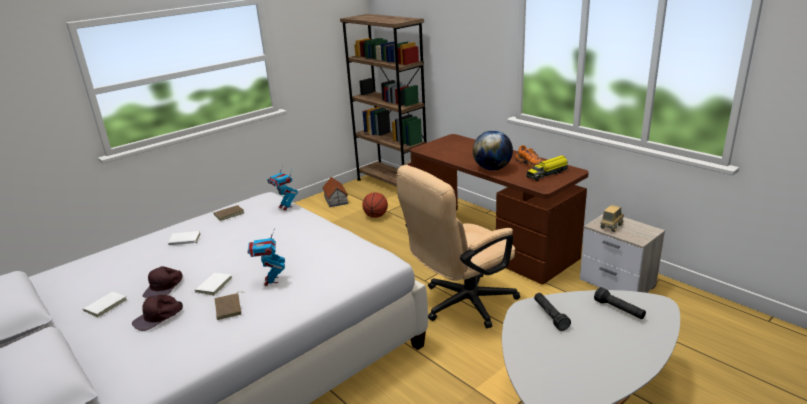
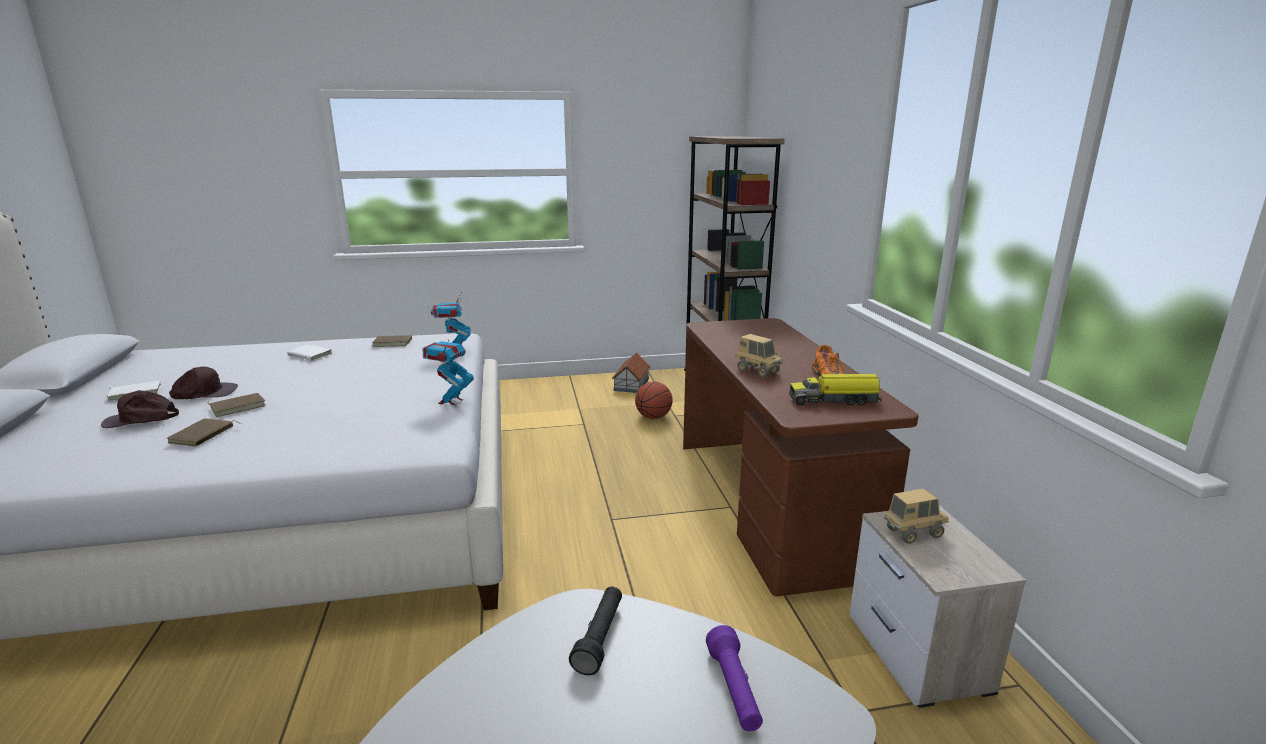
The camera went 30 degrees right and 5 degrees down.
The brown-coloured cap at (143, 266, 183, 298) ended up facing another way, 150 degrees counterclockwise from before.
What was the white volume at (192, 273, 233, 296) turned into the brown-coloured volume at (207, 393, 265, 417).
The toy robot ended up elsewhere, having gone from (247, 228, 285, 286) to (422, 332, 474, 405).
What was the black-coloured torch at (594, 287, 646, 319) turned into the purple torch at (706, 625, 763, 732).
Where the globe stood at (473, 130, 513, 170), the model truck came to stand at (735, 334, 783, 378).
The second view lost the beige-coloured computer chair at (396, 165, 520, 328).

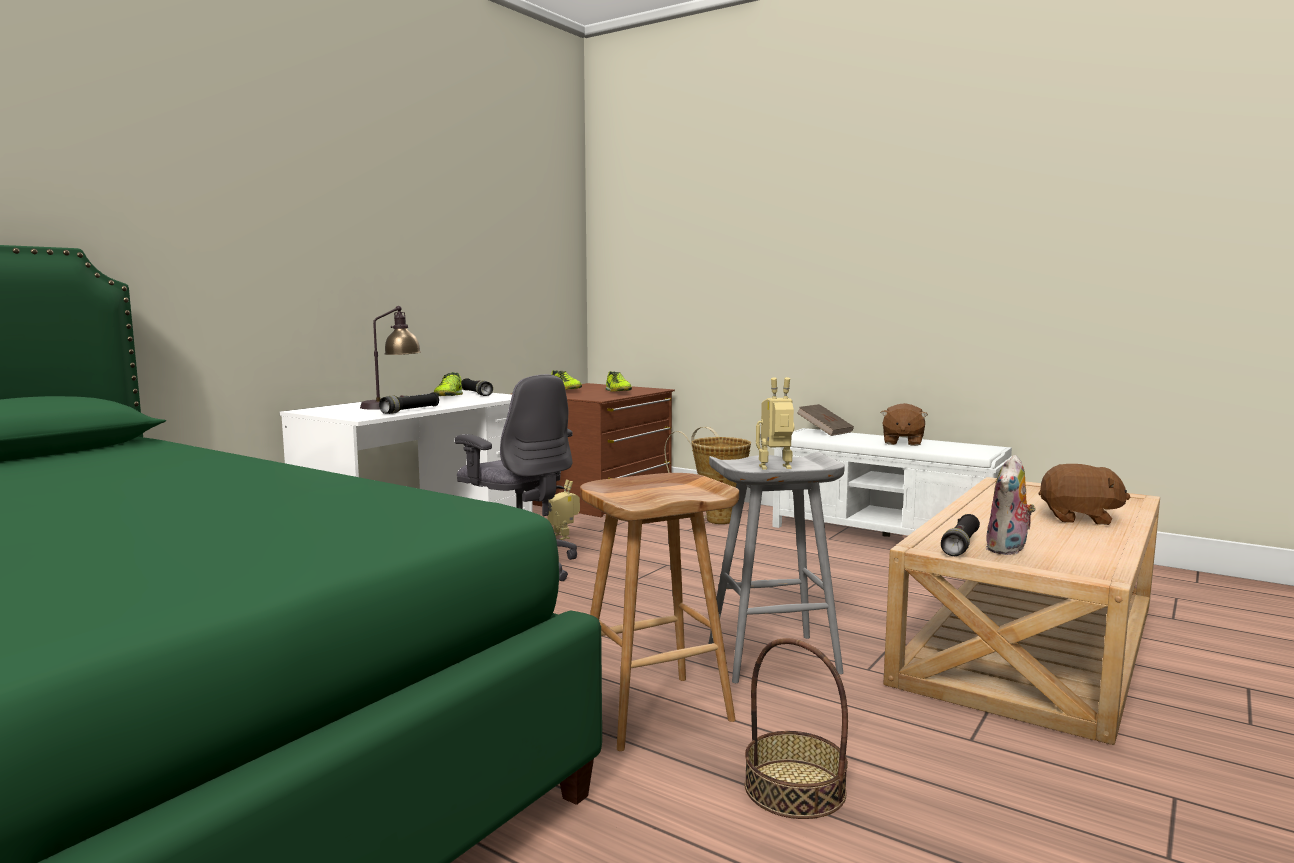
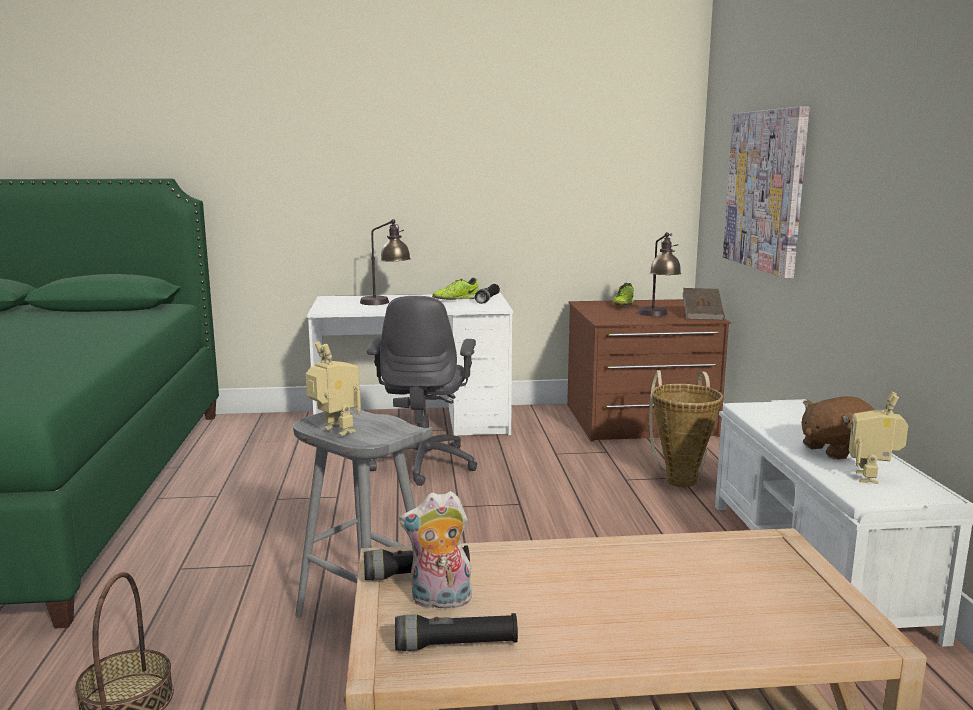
The camera went 50 degrees right and 5 degrees up.
The black-coloured torch ended up elsewhere, having gone from (379, 392, 439, 414) to (395, 613, 518, 651).
Where the item of footwear stood at (606, 371, 632, 392), the lamp for a table came to stand at (638, 232, 681, 316).
The brown-coloured volume ended up elsewhere, having gone from (797, 404, 854, 436) to (682, 288, 725, 320).
The second view gained the wall art at (723, 106, 809, 278).
The toy robot ended up elsewhere, having gone from (547, 480, 580, 540) to (849, 392, 908, 484).
The second view lost the brown-coloured sitting stool at (580, 473, 739, 751).
The second view lost the brown-coloured soft toy at (1039, 464, 1130, 525).

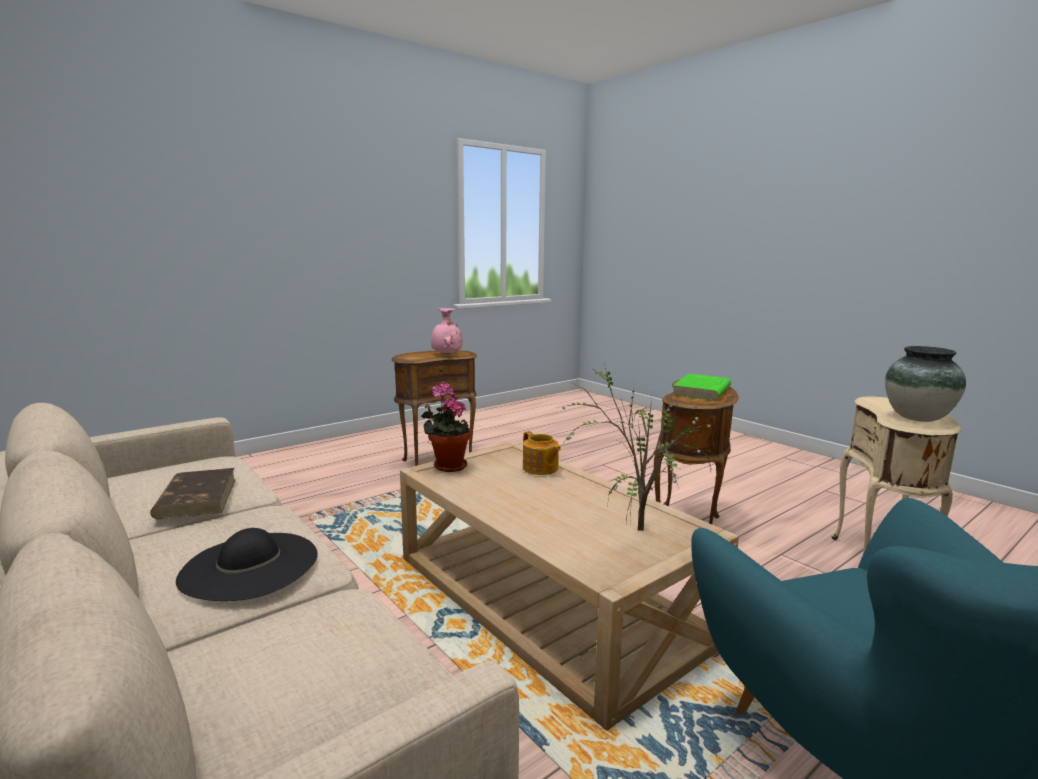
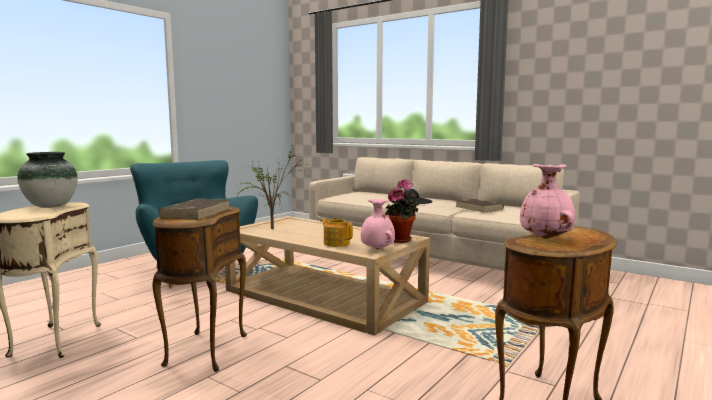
The camera went 165 degrees right and 5 degrees down.
What was the greenish volume at (673, 374, 731, 401) turned into the brown-coloured volume at (158, 199, 229, 220).
The second view gained the pink-coloured flower vase at (361, 199, 395, 249).

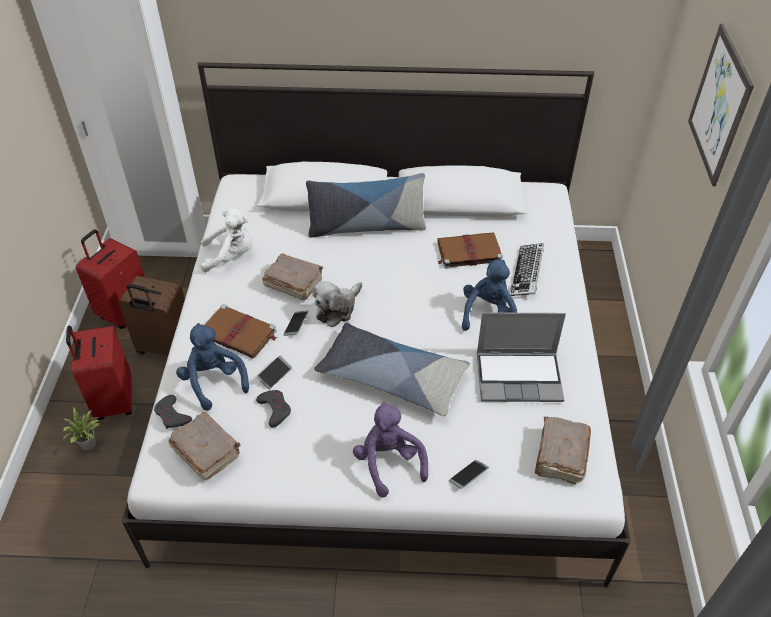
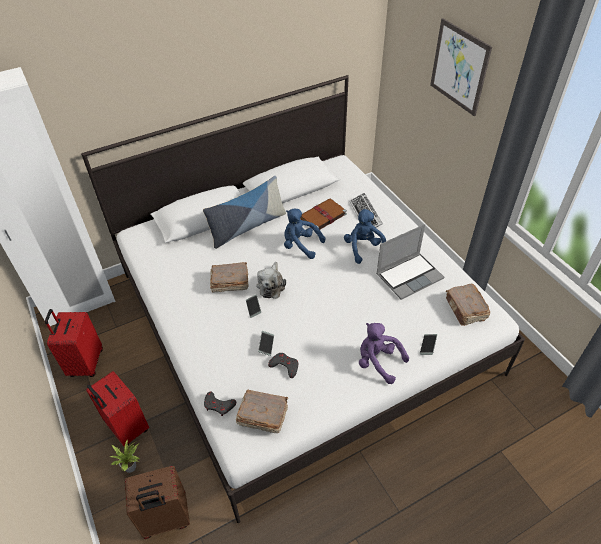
The camera went 30 degrees left and 0 degrees up.
The brown-coloured suitcase ended up elsewhere, having gone from (118, 276, 185, 357) to (125, 466, 190, 539).
The bluish soft toy ended up elsewhere, having gone from (176, 323, 249, 411) to (284, 208, 325, 259).
The second view lost the white soft toy at (200, 208, 252, 272).
The second view lost the brown-coloured volume at (205, 304, 277, 358).
The second view lost the throw pillow at (314, 323, 470, 416).

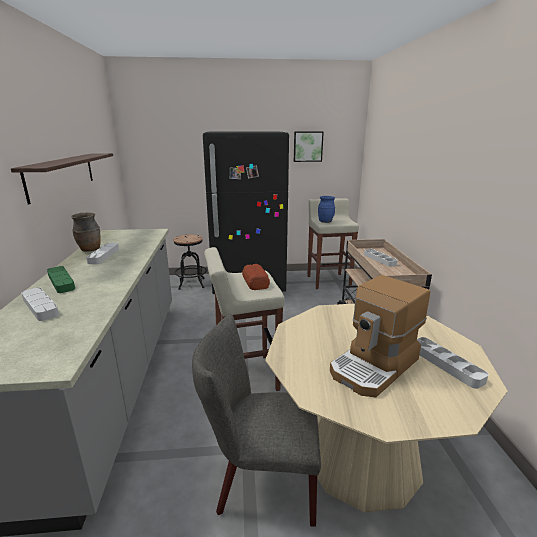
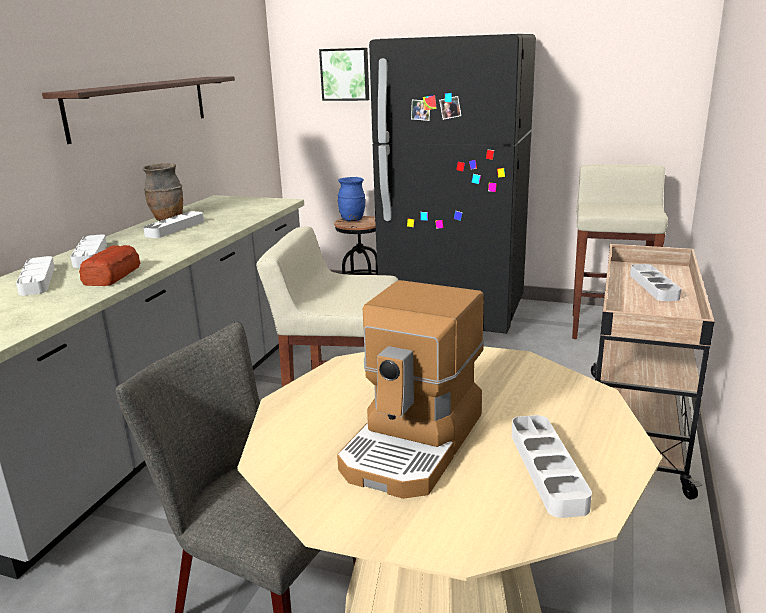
The camera went 25 degrees right and 0 degrees up.
What was the greenish tray at (47, 266, 75, 293) turned into the grey tray at (70, 234, 107, 268).
The baked bread ended up elsewhere, having gone from (242, 264, 270, 290) to (79, 245, 140, 286).
The wall art ended up elsewhere, having gone from (294, 131, 324, 162) to (319, 48, 369, 101).
The coffee brewer at (330, 275, 430, 397) ended up facing another way, 45 degrees counterclockwise from before.
The bluish flower vase ended up elsewhere, having gone from (318, 196, 335, 223) to (338, 177, 365, 221).

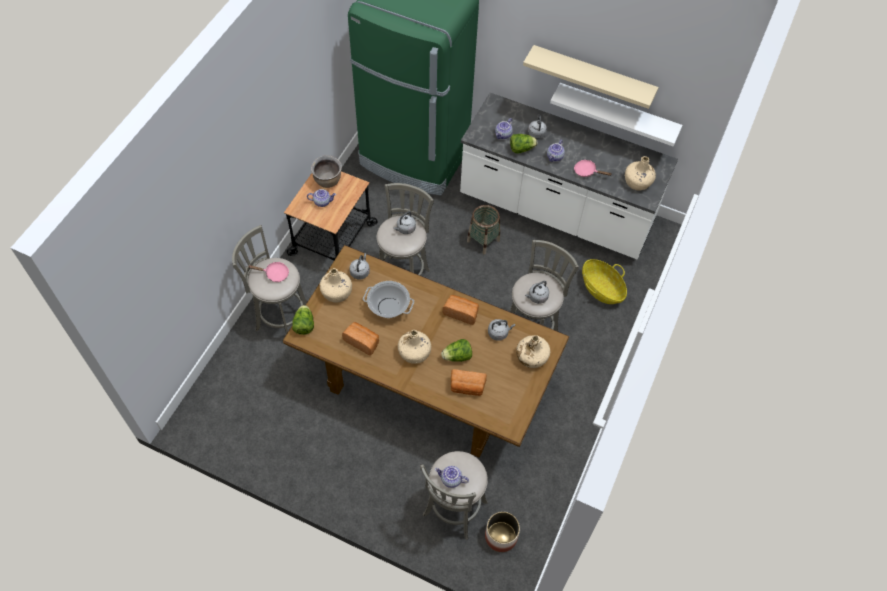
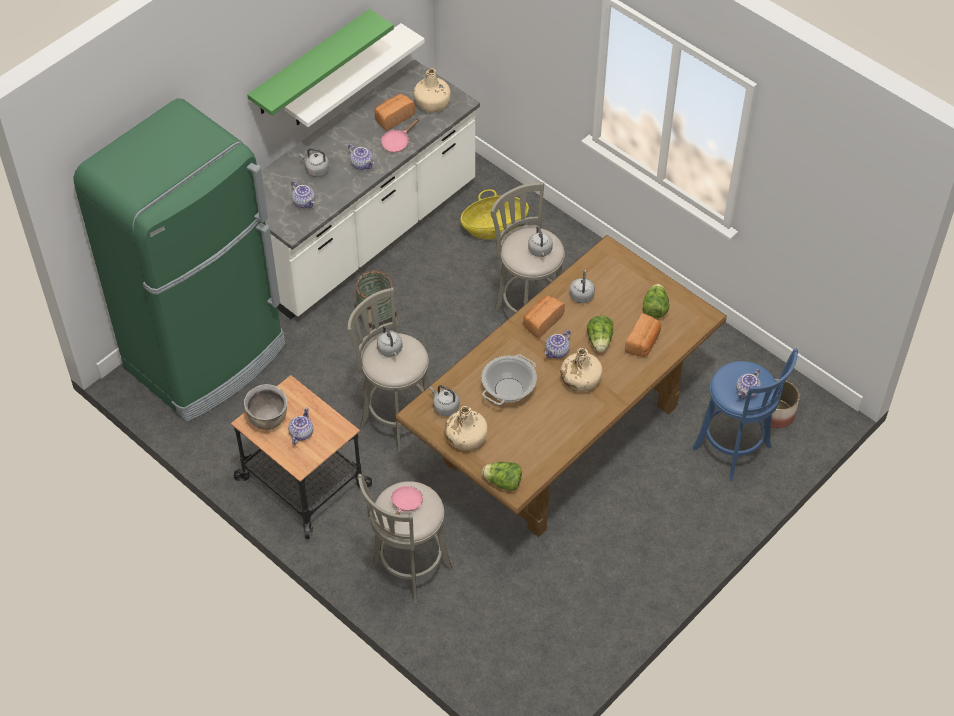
The camera went 70 degrees left and 5 degrees down.
What was the beige-coloured shelf at (523, 45, 659, 109) turned into the greenish shelf at (247, 9, 394, 116).
The baked bread ended up elsewhere, having gone from (342, 322, 379, 356) to (374, 94, 415, 131).
The second view gained the pot for tea at (545, 330, 571, 359).
The head of lettuce ended up elsewhere, having gone from (510, 134, 537, 153) to (642, 284, 669, 319).
What was the grey sitting stool at (420, 451, 488, 540) turned into the bluish sitting stool at (692, 348, 798, 481).
The second view lost the beige-coloured drink bottle at (516, 335, 550, 368).

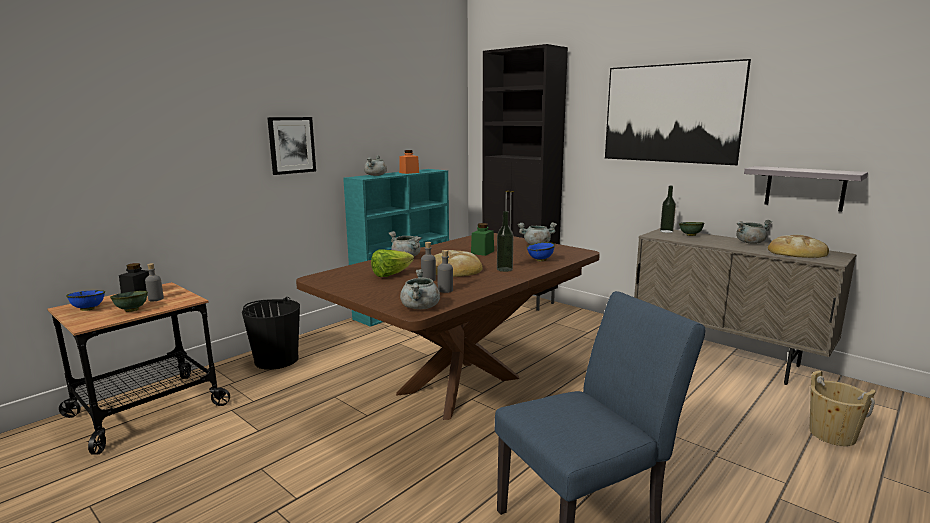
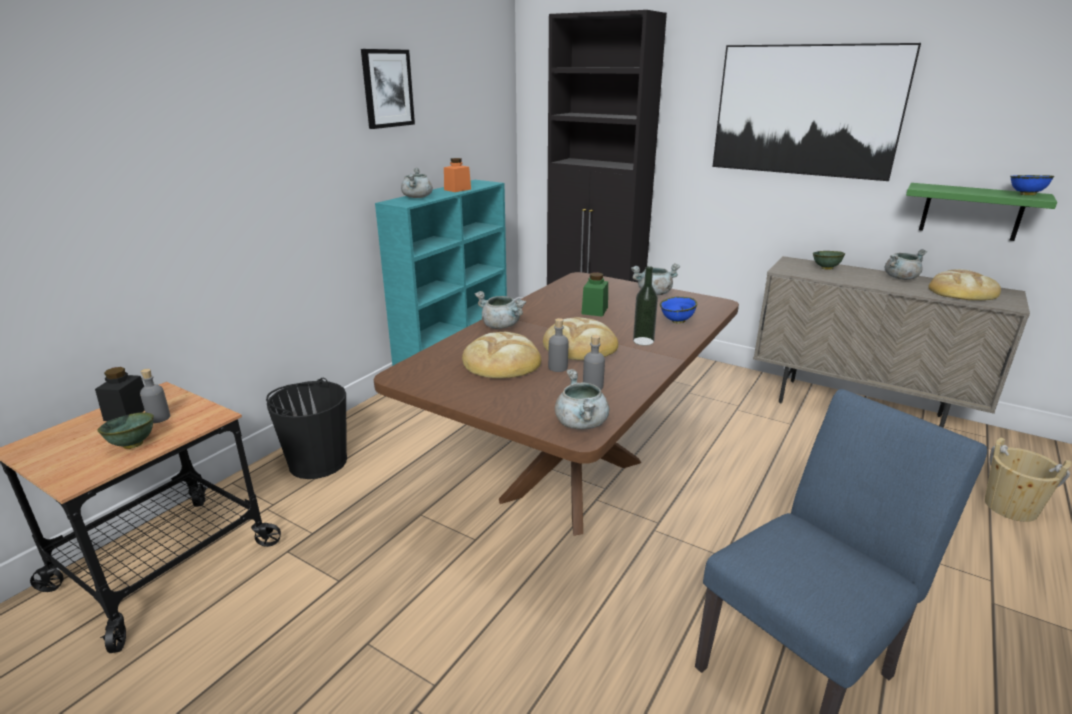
The camera went 10 degrees left and 10 degrees up.
The wall art ended up elsewhere, having gone from (267, 117, 316, 175) to (361, 49, 415, 129).
Where the head of lettuce stood at (371, 249, 414, 277), the baked bread came to stand at (462, 332, 541, 378).
What was the grey shelf at (744, 166, 868, 212) turned into the greenish shelf at (906, 183, 1057, 241).
The bluish deep dish ended up elsewhere, having gone from (66, 290, 105, 311) to (1010, 175, 1054, 195).
The second view lost the drink bottle at (660, 186, 676, 233).

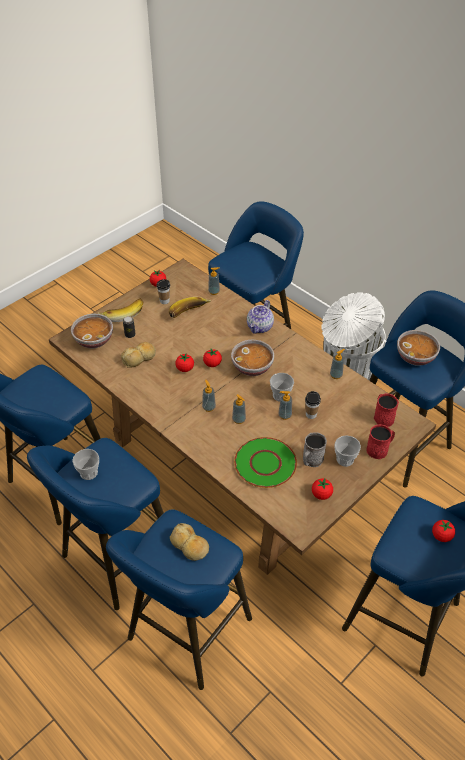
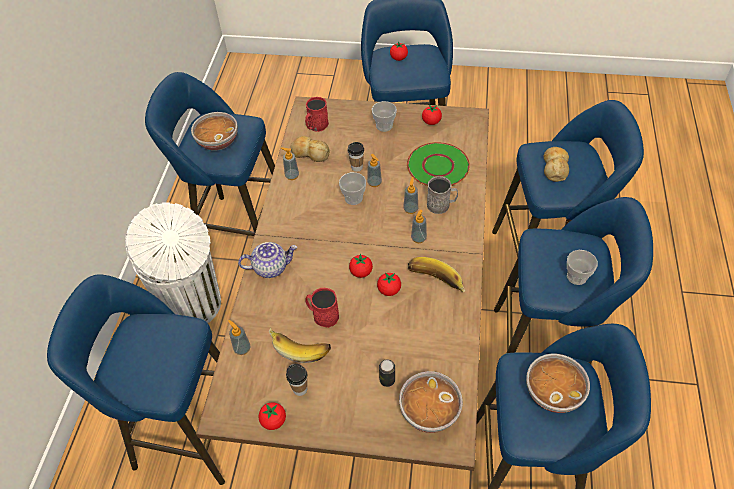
The camera went 125 degrees left and 5 degrees up.
The baked bread ended up elsewhere, having gone from (121, 342, 156, 368) to (291, 136, 330, 162).
The red-coloured tea mug ended up elsewhere, having gone from (366, 424, 395, 459) to (305, 288, 339, 328).
The banana ended up elsewhere, having gone from (98, 298, 143, 322) to (408, 257, 466, 293).
The grey tea mug ended up elsewhere, having gone from (303, 432, 327, 467) to (427, 176, 458, 214).
The deep dish ended up elsewhere, having gone from (231, 340, 274, 376) to (526, 354, 590, 413).

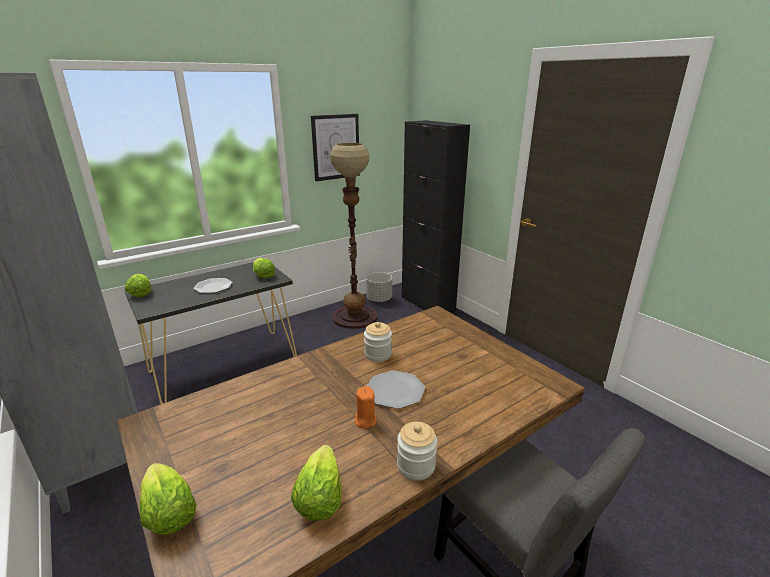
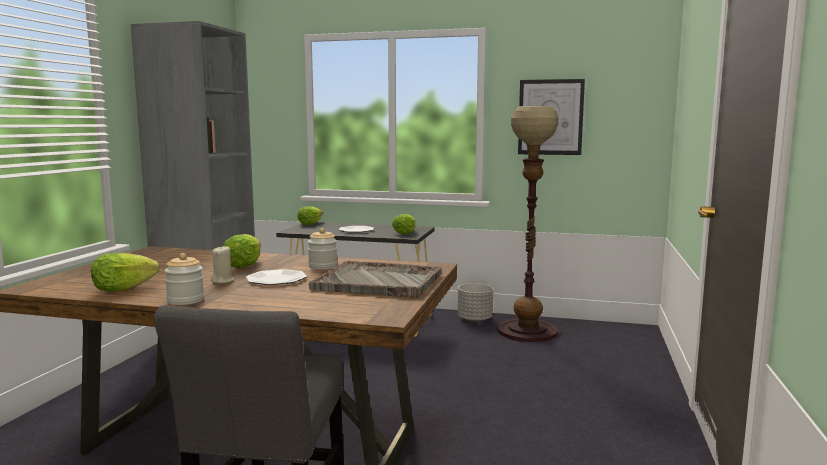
The camera went 50 degrees right and 15 degrees down.
What was the orangey wax light at (355, 386, 376, 429) turned into the beige-coloured wax light at (211, 246, 234, 284).
The head of lettuce ended up elsewhere, having gone from (140, 463, 197, 535) to (224, 234, 261, 268).
The second view gained the grey tray at (309, 261, 442, 298).
The grey planter ended up elsewhere, having gone from (366, 272, 392, 302) to (458, 283, 493, 322).
The second view lost the black-coloured cupboard at (402, 120, 470, 313).

